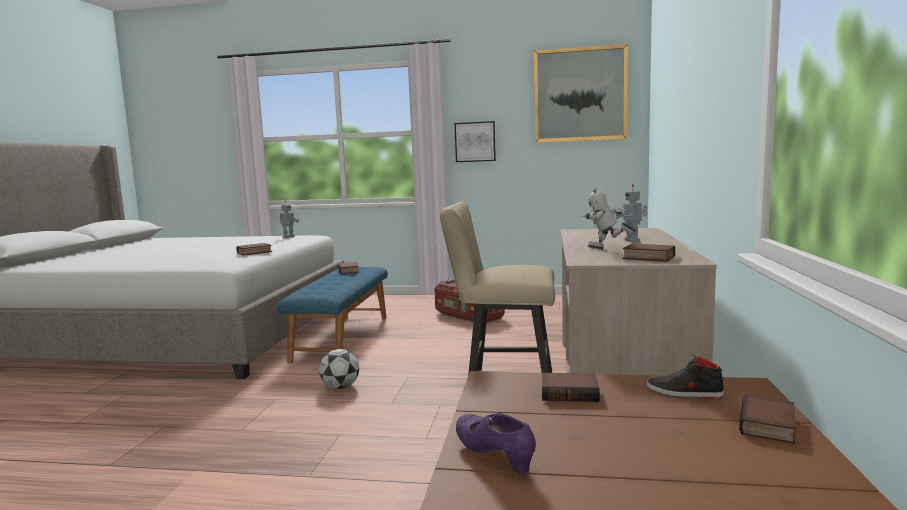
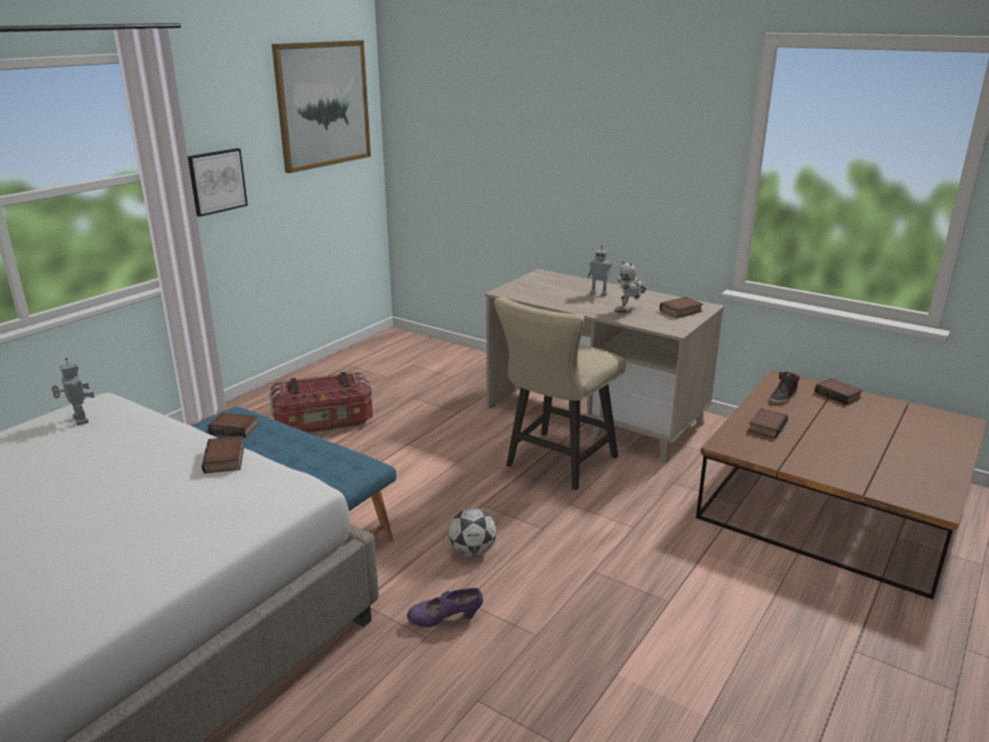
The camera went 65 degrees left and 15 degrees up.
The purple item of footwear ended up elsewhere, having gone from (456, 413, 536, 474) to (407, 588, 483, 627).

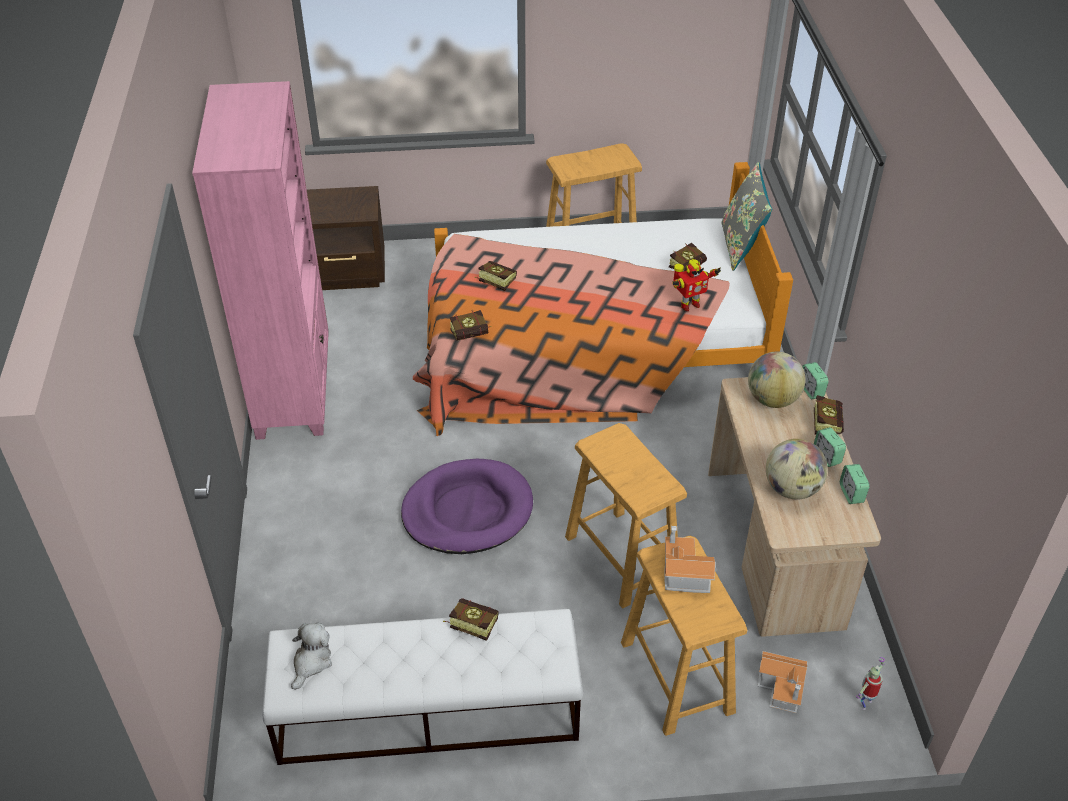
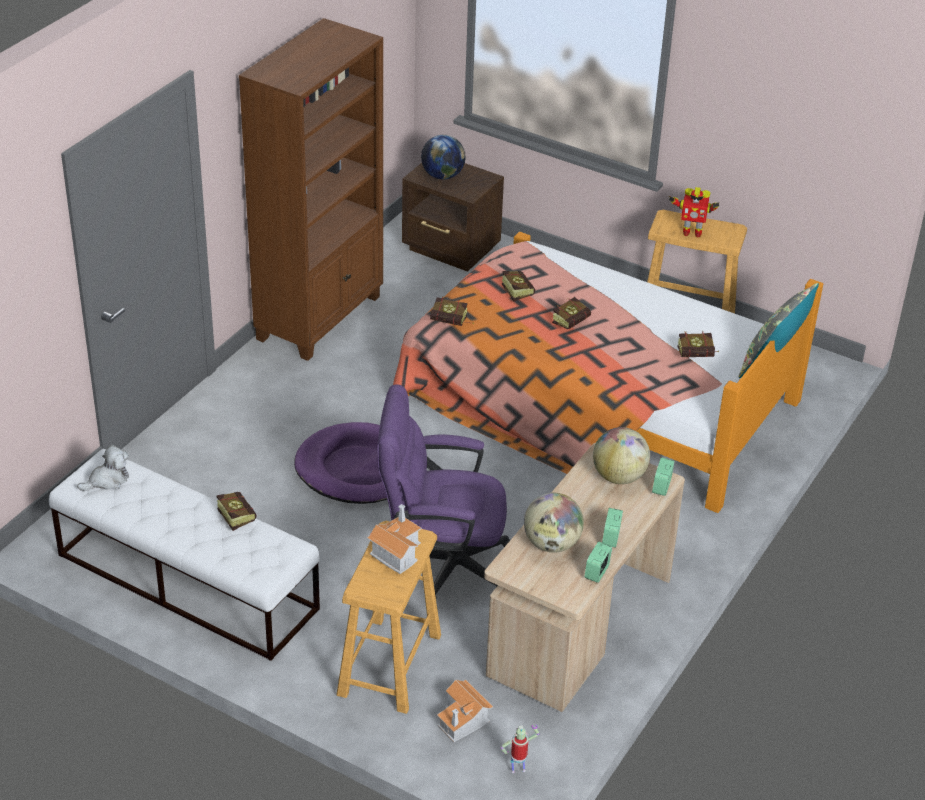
The camera went 35 degrees right and 5 degrees down.
What was the pink-coloured bookcase at (192, 81, 329, 440) turned into the brown-coloured bookcase at (239, 18, 383, 361).
Where the beige-coloured sitting stool stood at (565, 423, 687, 608), the purple computer chair came to stand at (377, 384, 510, 595).
The second view gained the globe at (421, 135, 466, 180).
The volume ended up elsewhere, having gone from (814, 395, 844, 434) to (552, 297, 591, 329).
The toy robot ended up elsewhere, having gone from (672, 259, 721, 311) to (669, 187, 719, 238).

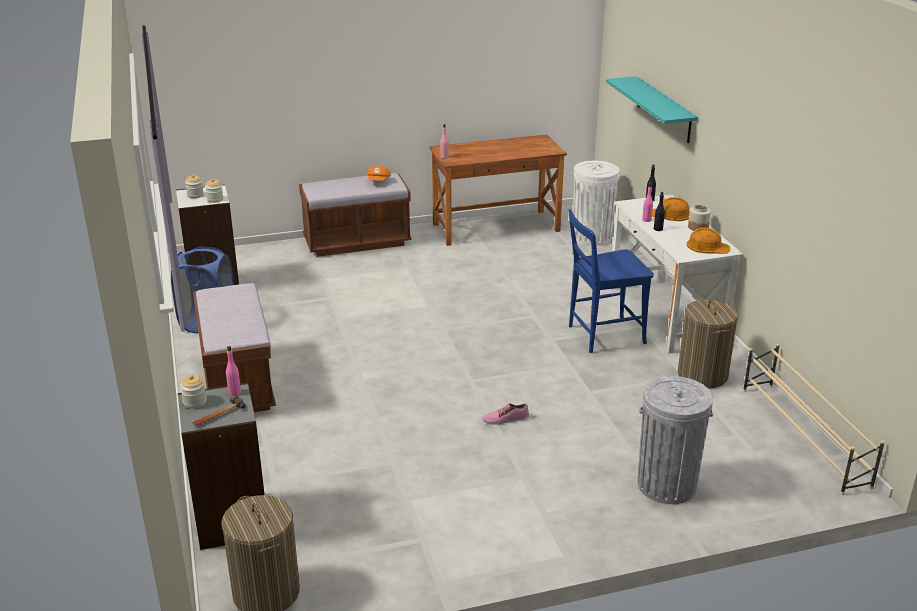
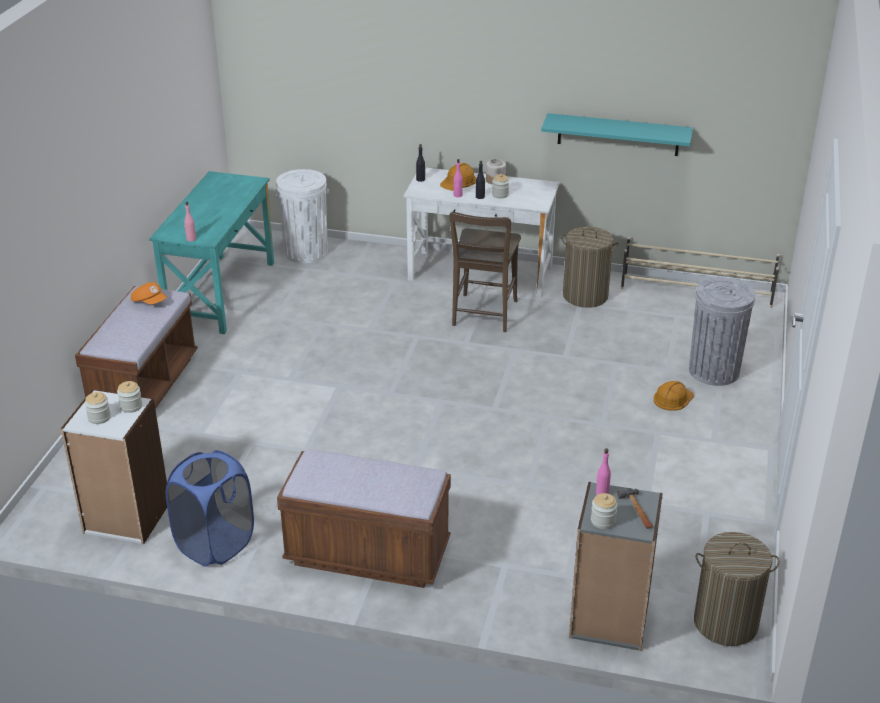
The camera went 60 degrees left and 5 degrees up.
What was the brown-coloured desk unit at (429, 134, 567, 246) turned into the blue-green desk unit at (149, 171, 274, 334).
What was the bluish plain chair at (568, 209, 654, 353) turned into the brown-coloured plain chair at (449, 212, 521, 332).
The second view gained the storage jar at (492, 174, 509, 199).
The blue-green shelf ended up elsewhere, having gone from (606, 76, 698, 143) to (541, 113, 693, 156).
The orangey work helmet ended up elsewhere, having gone from (687, 228, 730, 254) to (654, 381, 694, 411).
The second view lost the item of footwear at (482, 404, 529, 425).

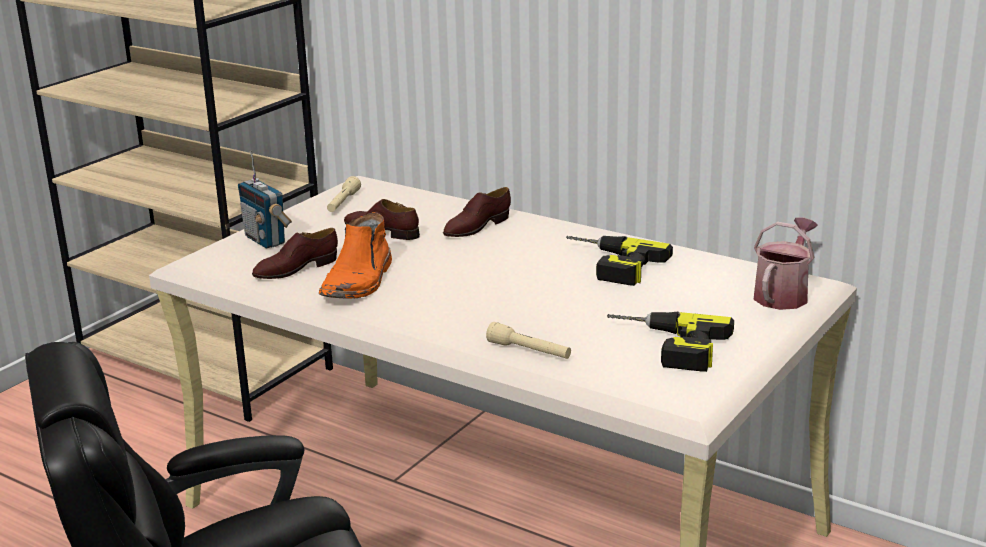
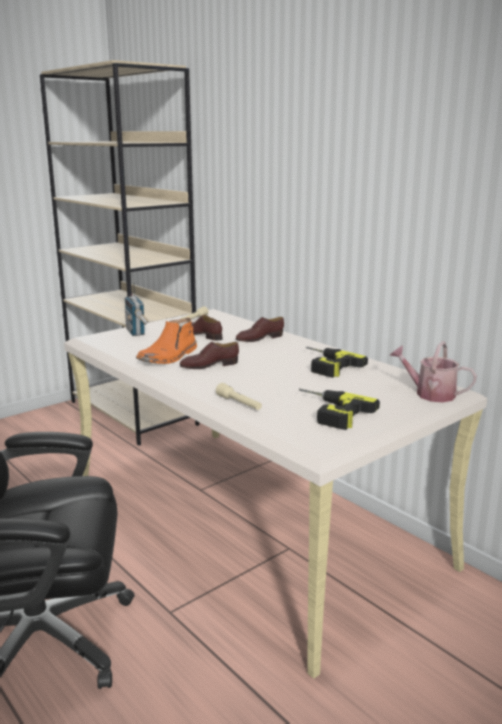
The camera went 15 degrees right and 5 degrees down.
The brown-coloured item of footwear ended up elsewhere, having gone from (252, 228, 338, 279) to (180, 342, 239, 369).
The watering pot at (754, 217, 818, 310) ended up facing another way, 105 degrees counterclockwise from before.

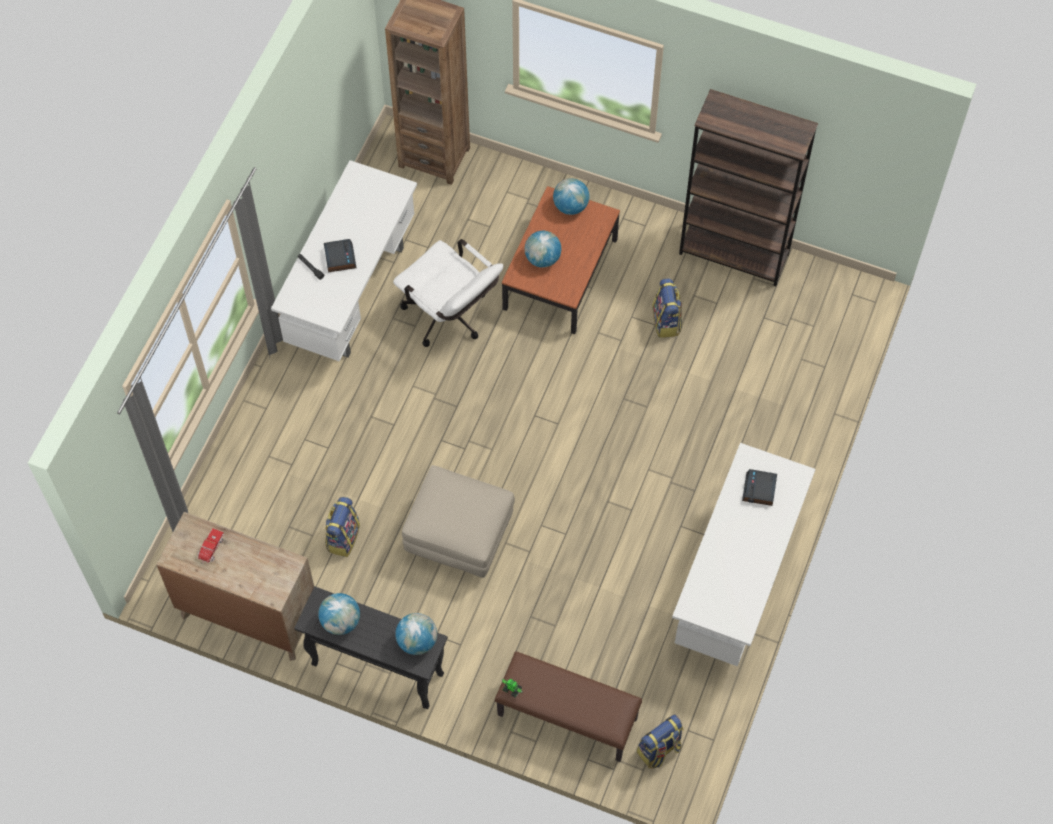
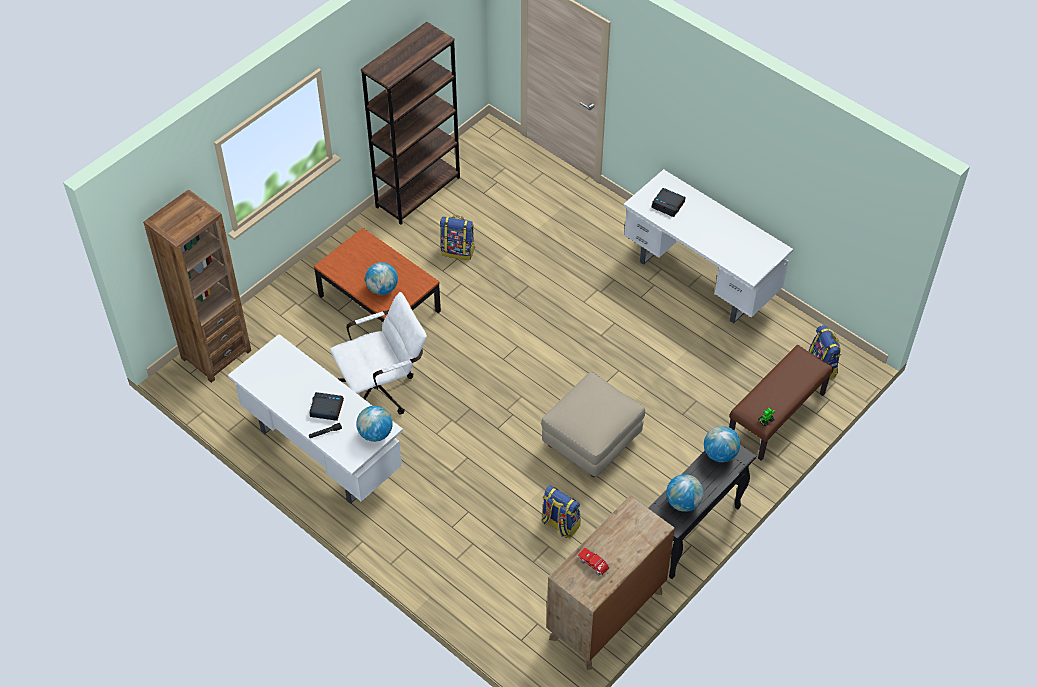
The camera went 70 degrees left and 10 degrees down.
The globe ended up elsewhere, having gone from (553, 178, 589, 215) to (356, 406, 393, 442).

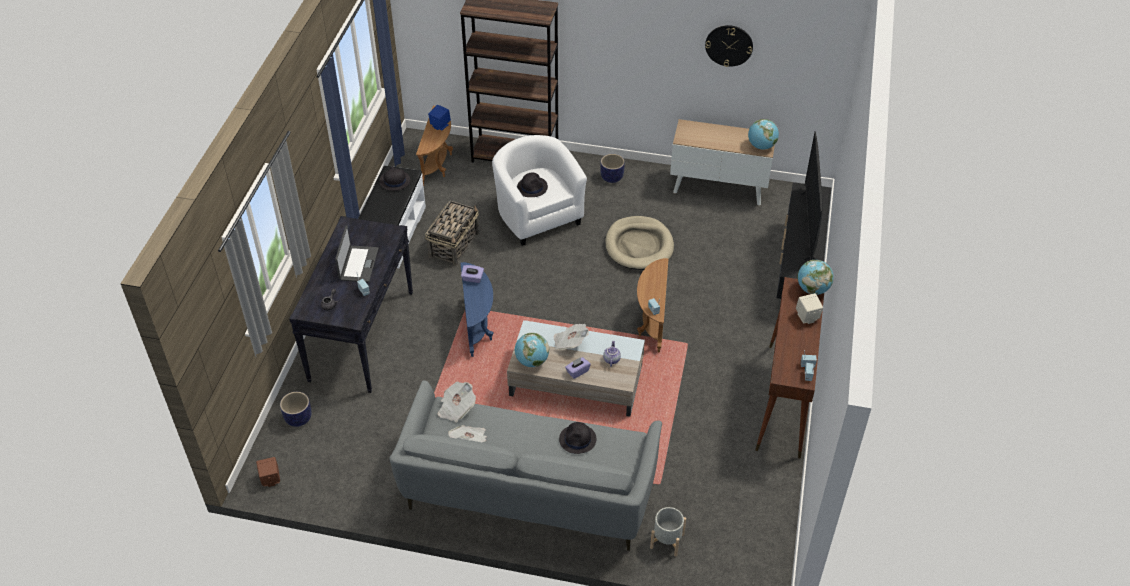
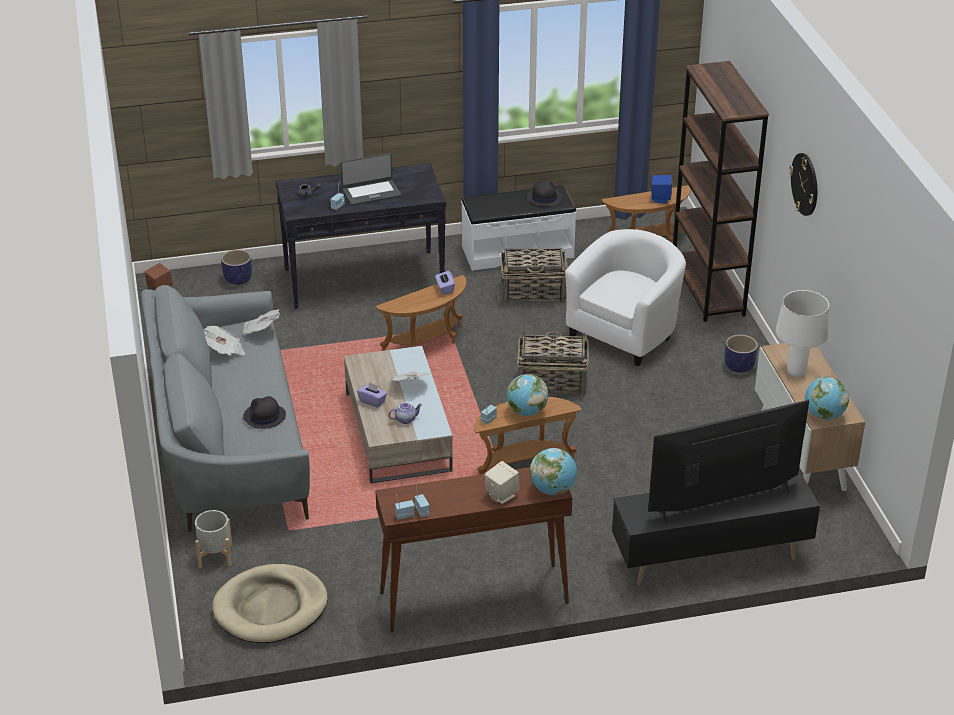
The camera went 65 degrees right and 10 degrees down.
The beige-coloured dog cushion ended up elsewhere, having gone from (605, 216, 674, 270) to (212, 564, 328, 643).
What was the bluish accent table at (461, 262, 494, 357) turned into the brown-coloured accent table at (375, 275, 466, 351).
The globe ended up elsewhere, having gone from (515, 333, 549, 367) to (507, 374, 548, 416).
The second view gained the storage basket at (517, 330, 589, 396).
The second view gained the white lamp for a table at (776, 290, 829, 377).
The clock on the wall ended up elsewhere, having gone from (705, 25, 753, 67) to (789, 153, 817, 216).
The second view lost the black-coloured clothing hat at (517, 173, 548, 197).

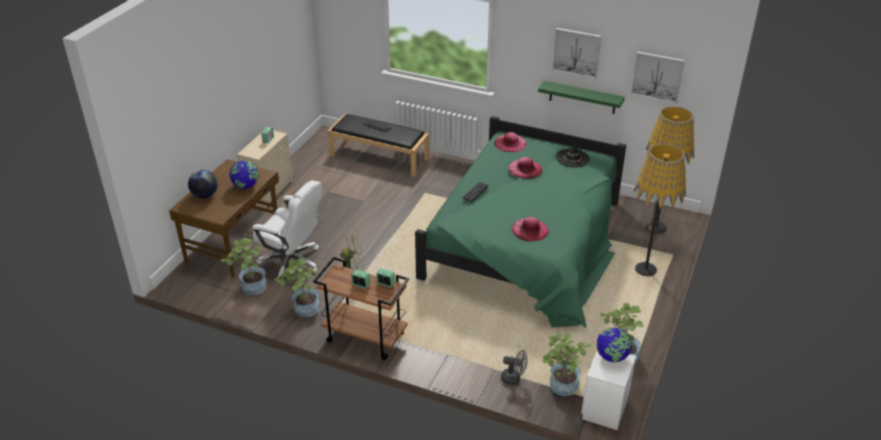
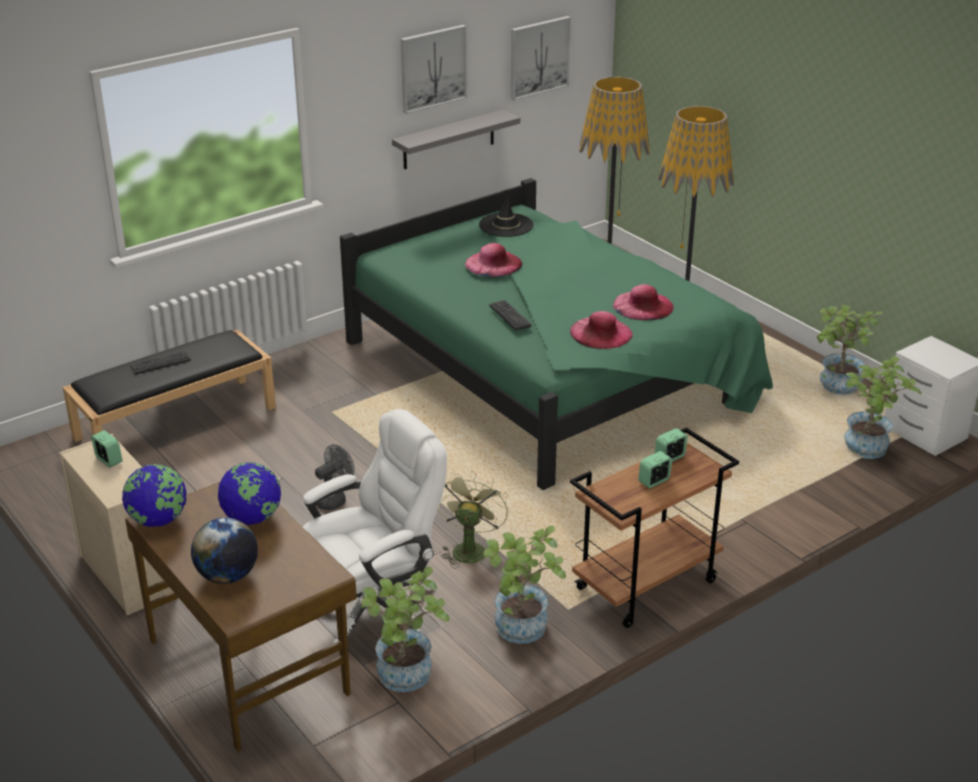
The camera went 60 degrees left and 5 degrees down.
The globe ended up elsewhere, having gone from (596, 327, 632, 362) to (122, 464, 187, 527).
The grey cooling fan ended up elsewhere, having gone from (501, 350, 527, 385) to (315, 444, 355, 510).
What was the greenish shelf at (538, 81, 625, 114) turned into the grey shelf at (392, 110, 520, 169).
The pink-coloured clothing hat ended up elsewhere, having gone from (494, 132, 526, 152) to (570, 311, 633, 349).

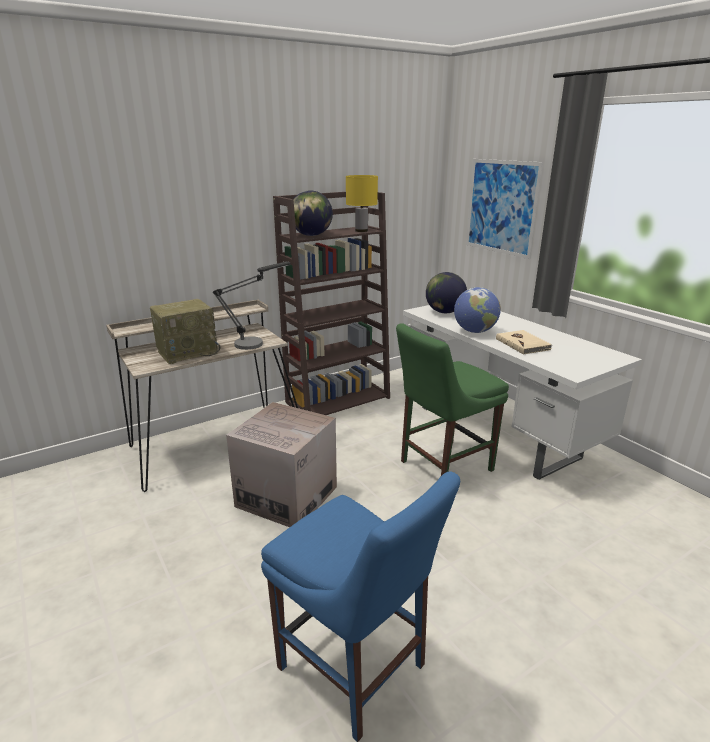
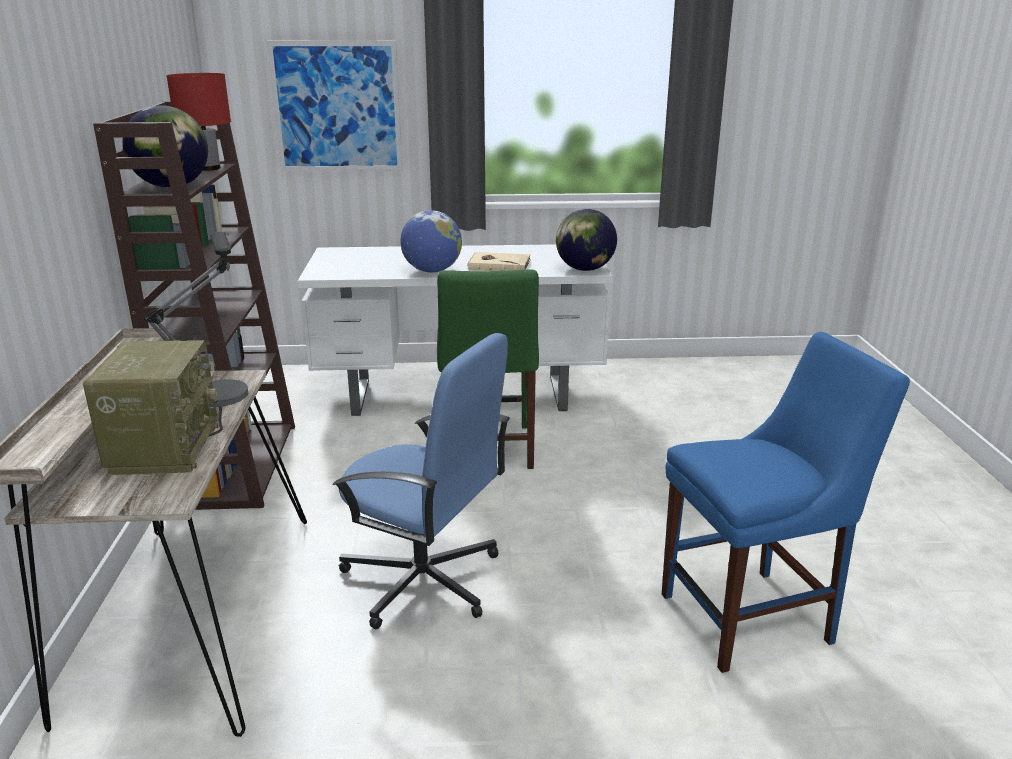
The camera went 60 degrees left and 0 degrees up.
What was the yellowish lamp for a table at (346, 175, 378, 232) turned into the red-coloured lamp for a table at (166, 73, 231, 171).
Where the cardboard box stood at (226, 402, 337, 527), the bluish computer chair came to stand at (332, 333, 510, 629).
The globe ended up elsewhere, having gone from (426, 272, 467, 313) to (556, 209, 617, 271).

